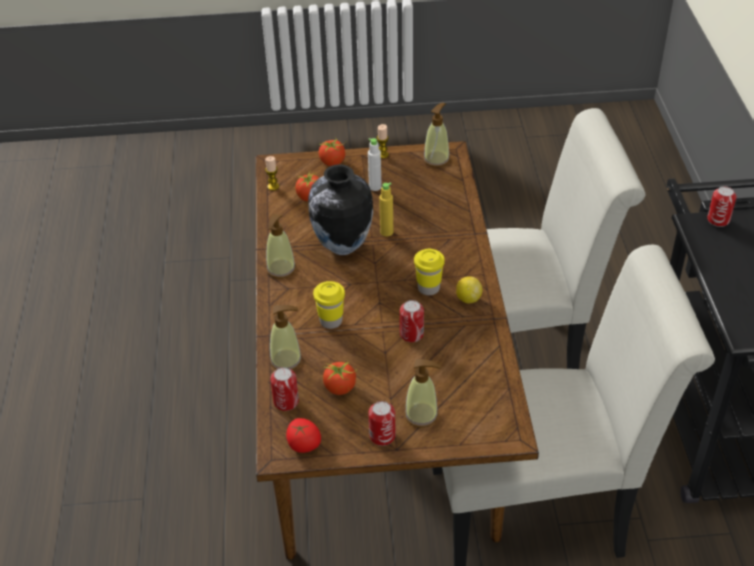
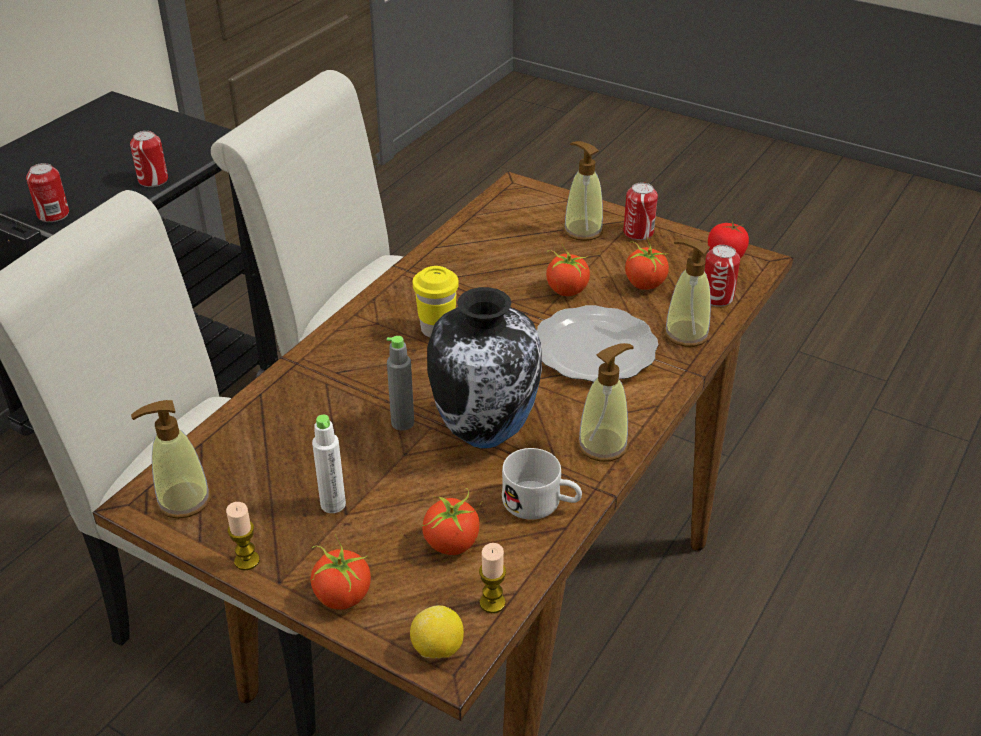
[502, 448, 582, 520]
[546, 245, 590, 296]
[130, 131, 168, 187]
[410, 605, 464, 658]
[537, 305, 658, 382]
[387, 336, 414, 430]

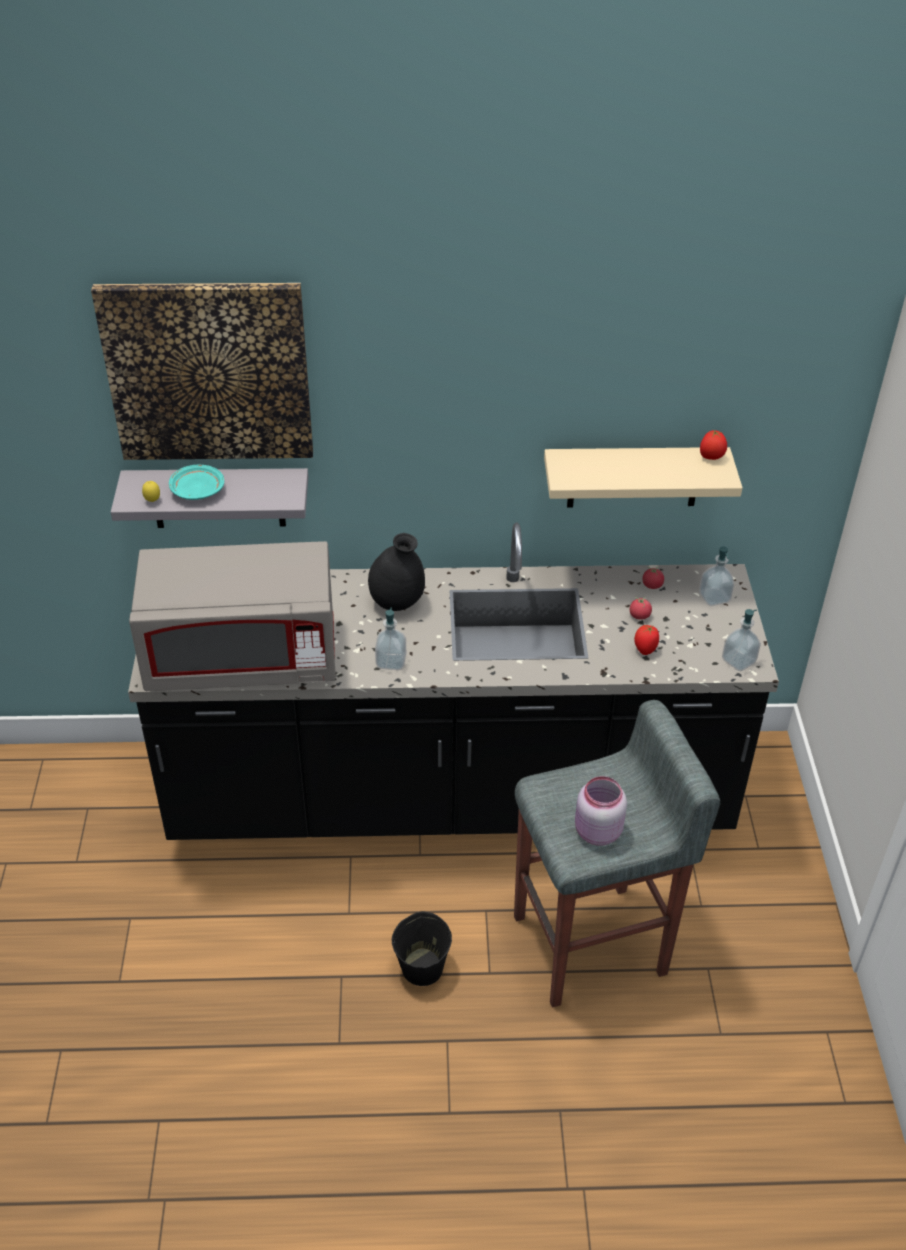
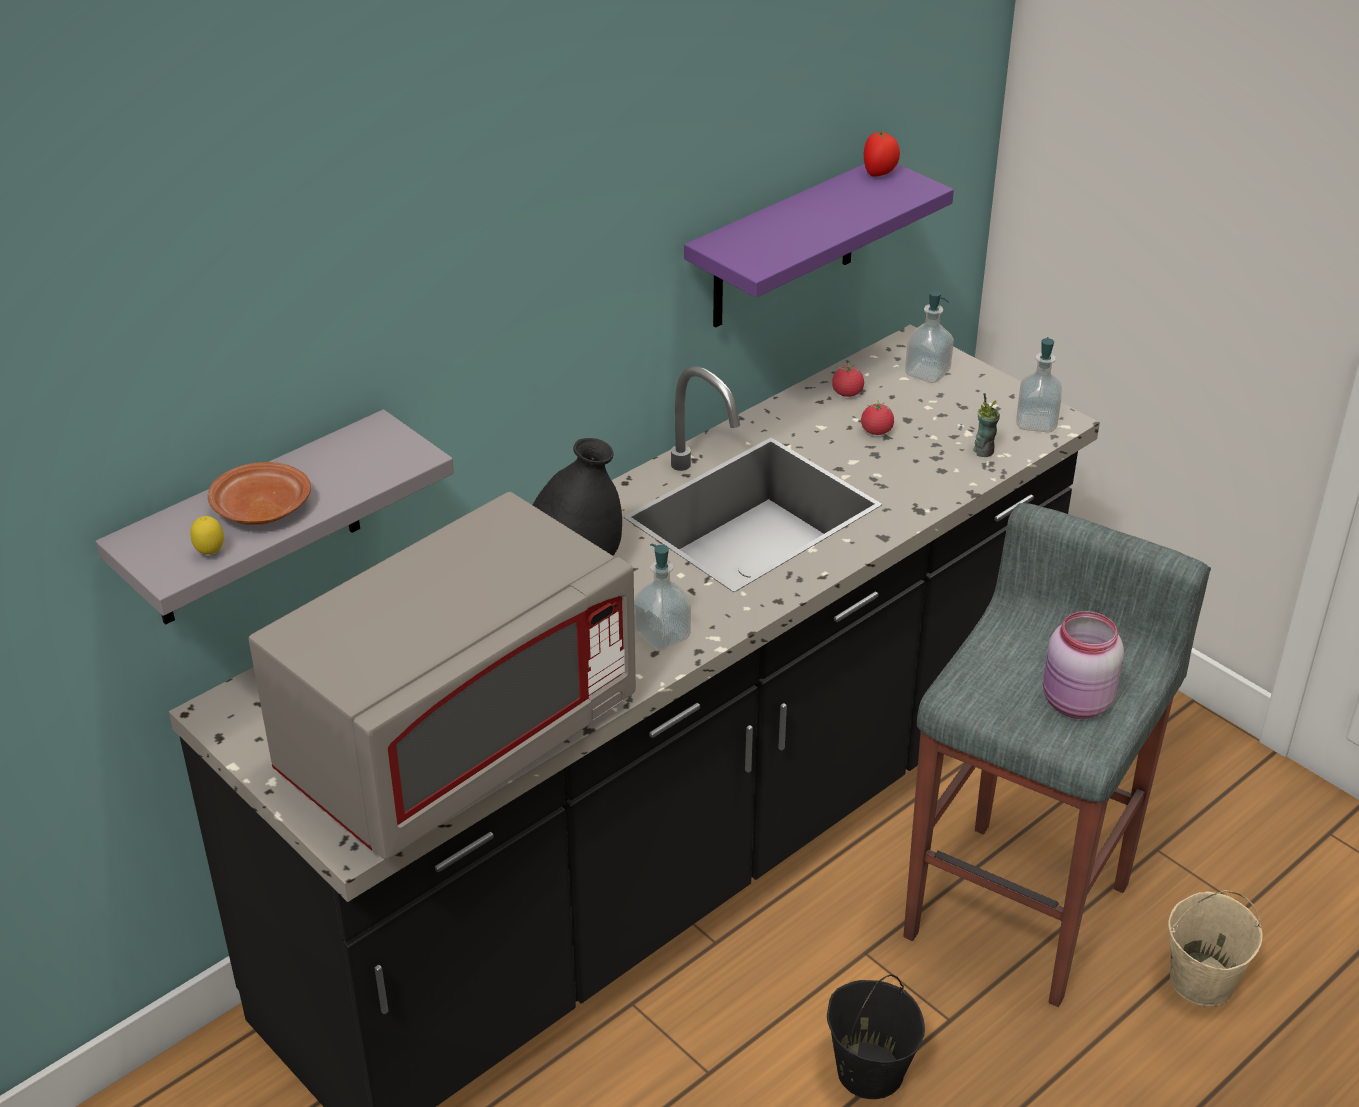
[91, 283, 313, 460] (first image)
[634, 625, 659, 655] (first image)
[973, 393, 1000, 457]
[1168, 890, 1263, 1006]
[208, 462, 311, 525]
[684, 164, 954, 328]

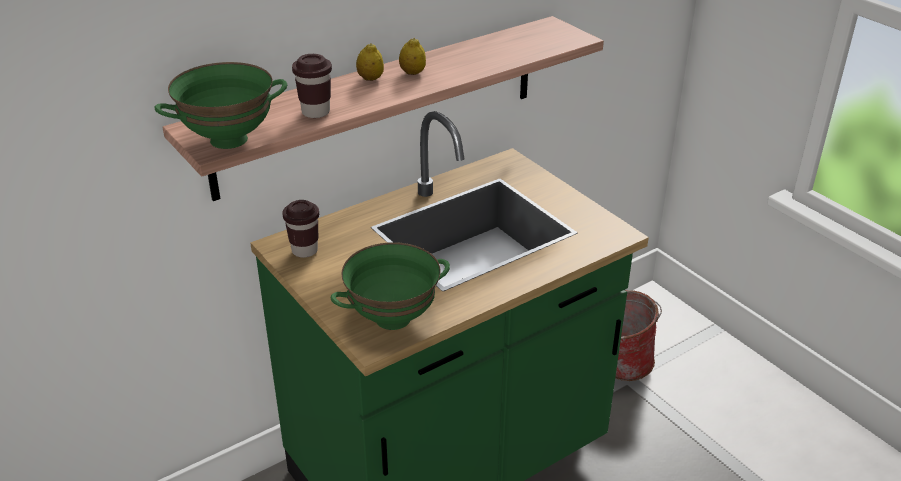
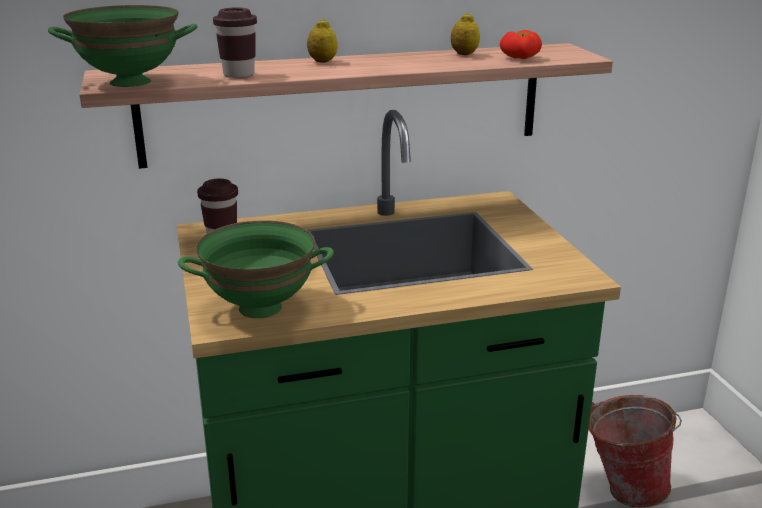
[500, 30, 542, 59]
[451, 13, 480, 55]

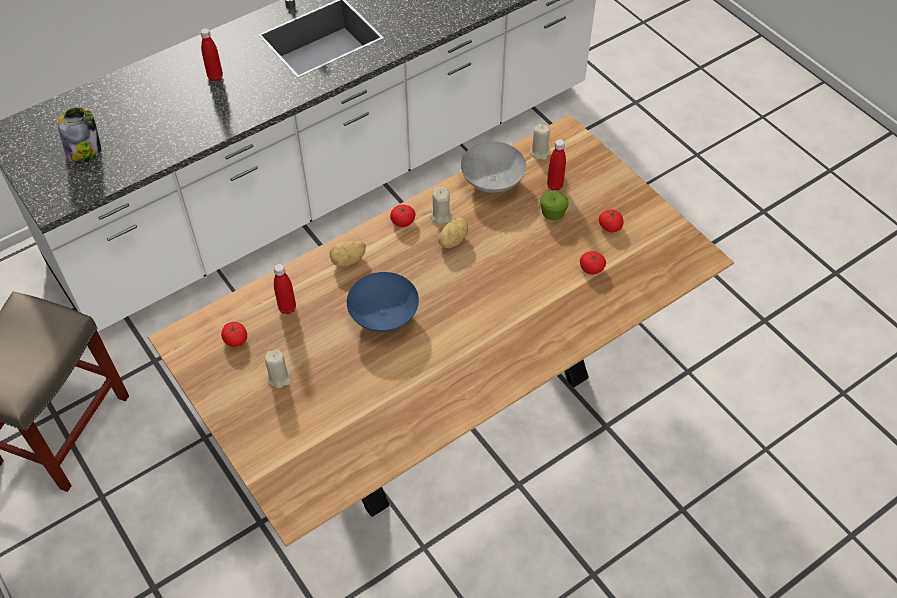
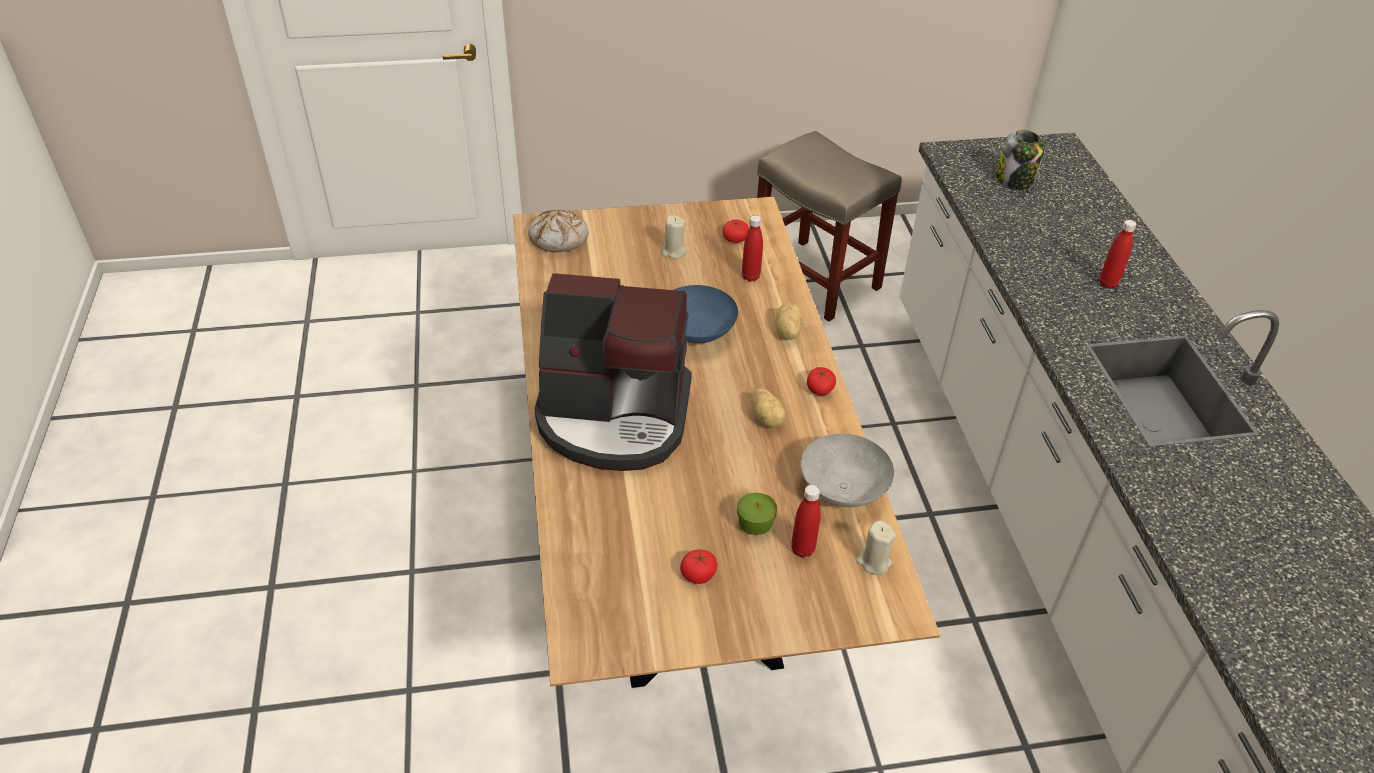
[430, 187, 451, 224] (first image)
[580, 251, 606, 275] (first image)
[528, 209, 588, 252]
[535, 273, 692, 471]

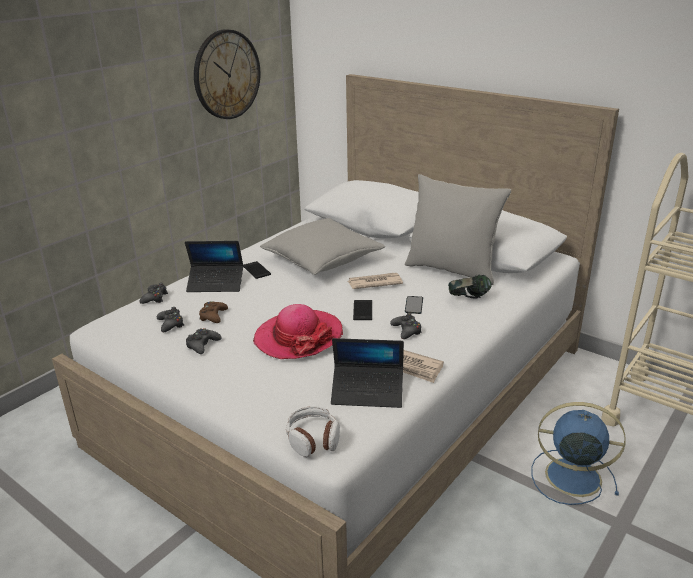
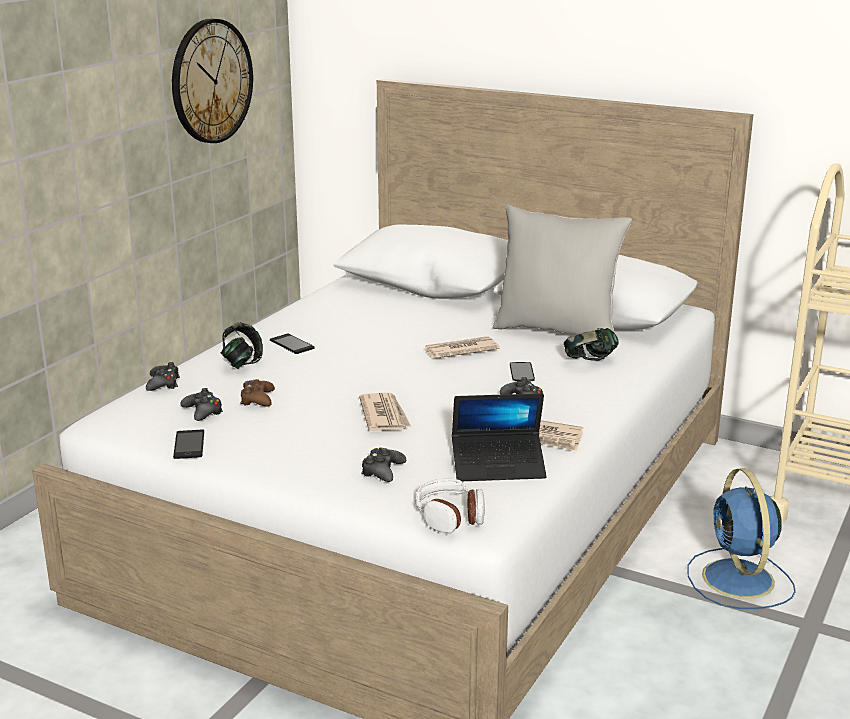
[260, 218, 385, 275] (first image)
[361, 448, 406, 482]
[173, 430, 204, 459]
[221, 322, 263, 369]
[359, 393, 411, 431]
[687, 468, 796, 609]

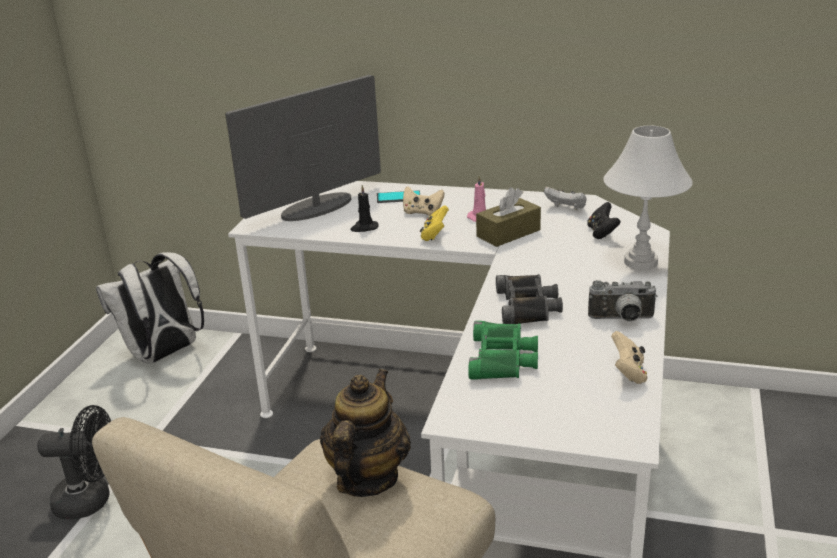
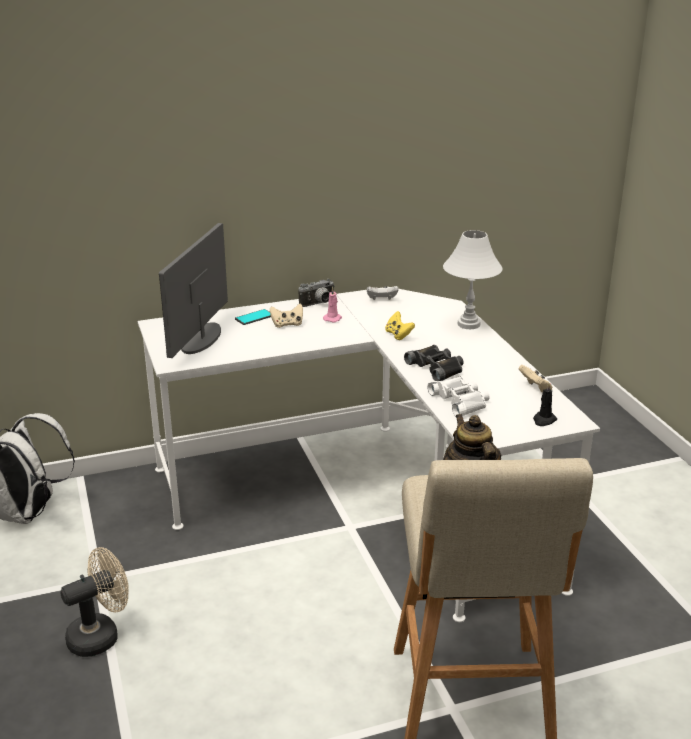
[476, 187, 541, 247] (first image)
[587, 202, 621, 239] (first image)
[533, 383, 557, 426]
[385, 311, 415, 340]
[298, 279, 335, 307]
[60, 547, 129, 657]
[427, 376, 489, 416]

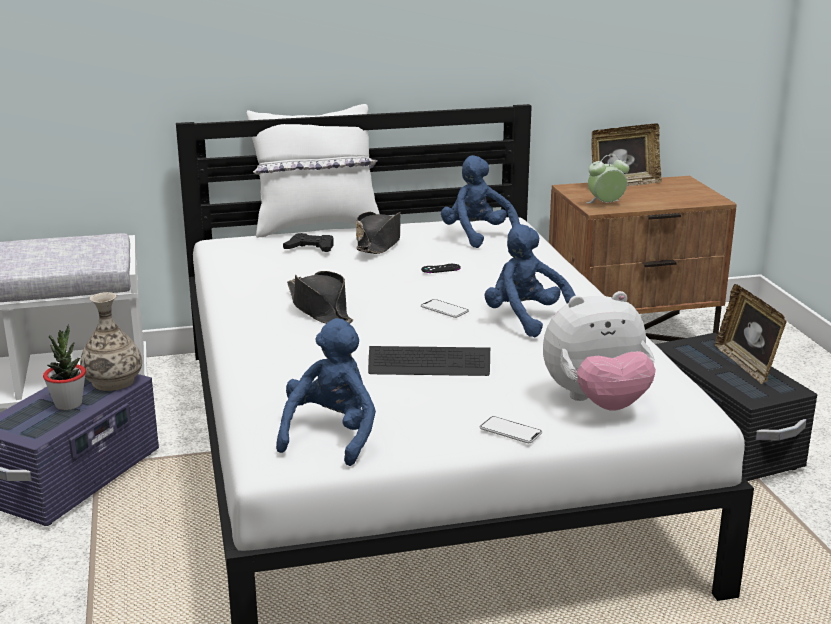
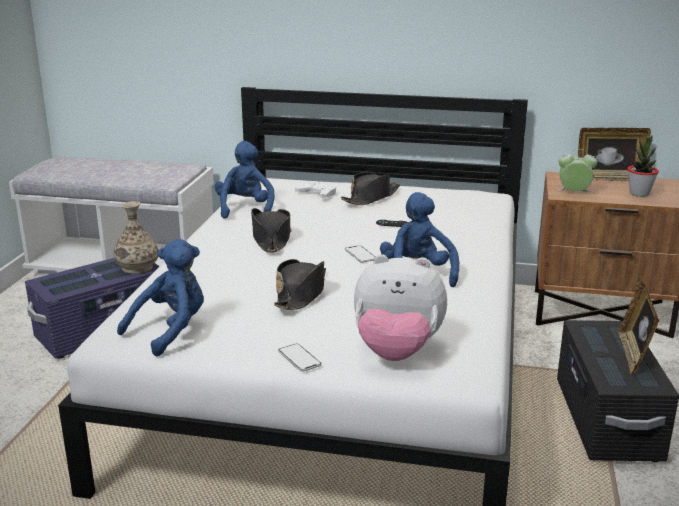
[247, 104, 380, 238] (first image)
[627, 136, 659, 197]
[215, 141, 274, 219]
[274, 259, 326, 310]
[295, 181, 336, 198]

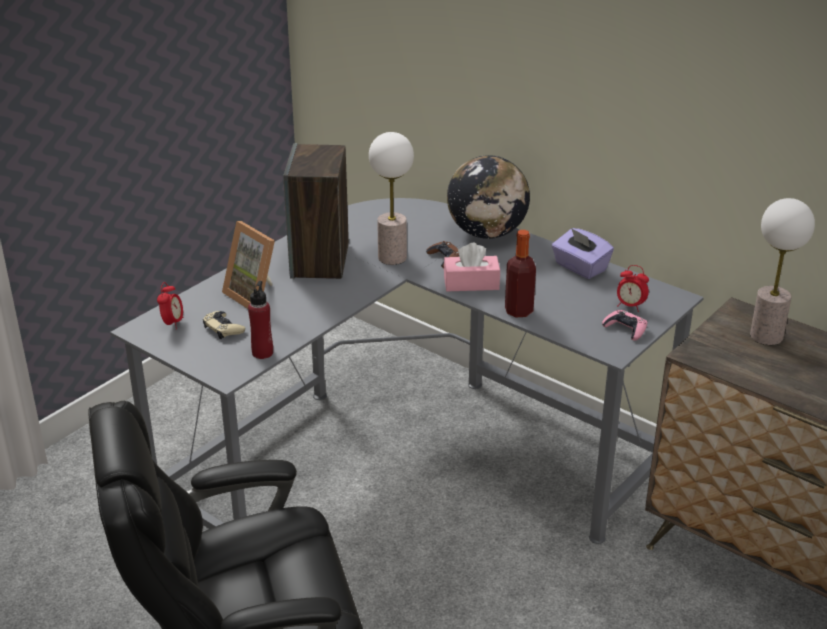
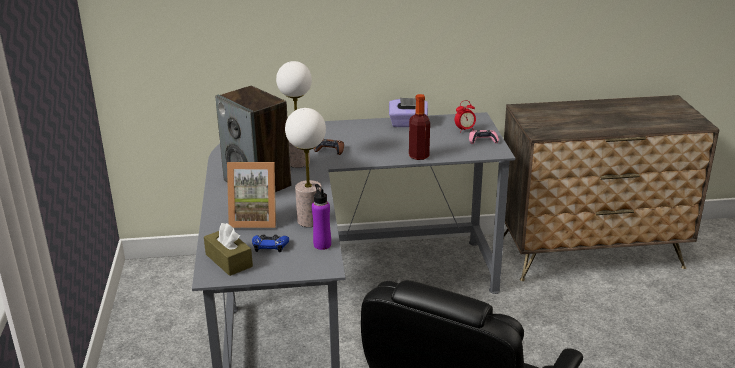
[444, 243, 500, 291] (first image)
[447, 155, 530, 239] (first image)
[285, 108, 326, 227]
[204, 223, 253, 276]
[252, 234, 289, 252]
[312, 184, 331, 250]

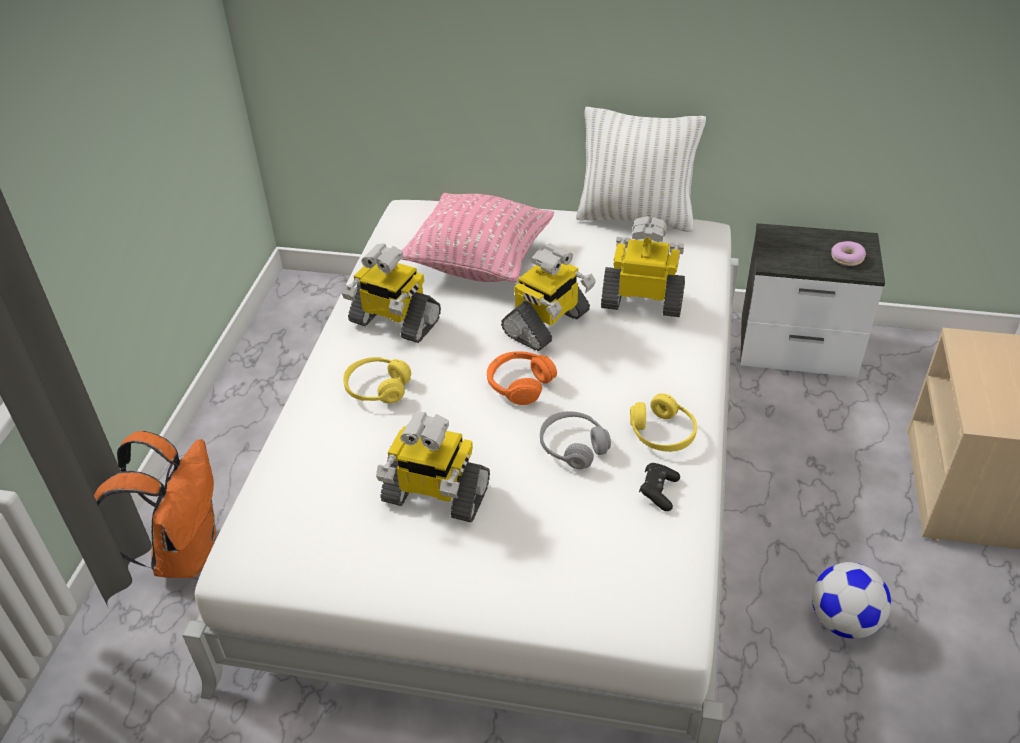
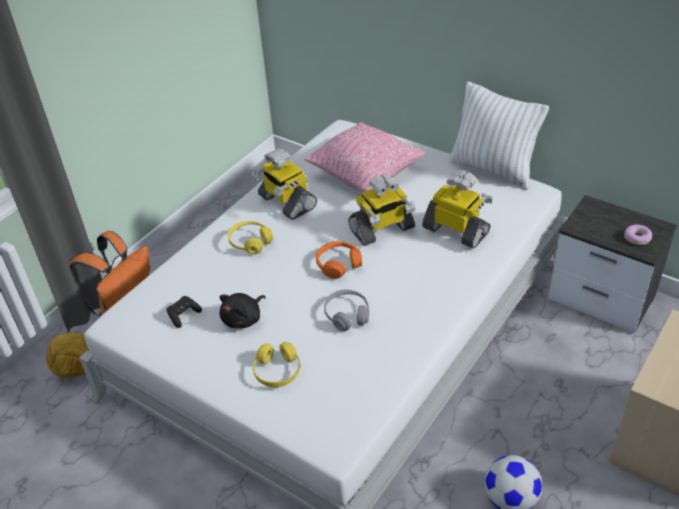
[46, 332, 90, 378]
[253, 342, 301, 387]
[167, 296, 202, 328]
[219, 293, 266, 328]

